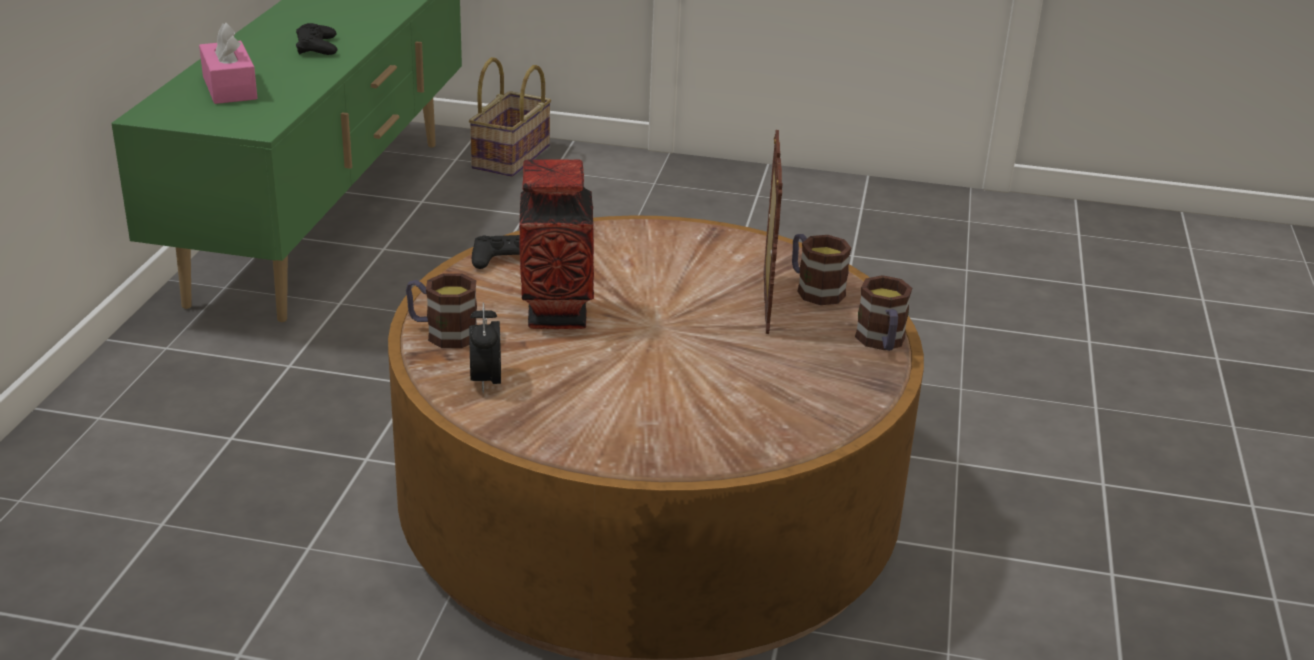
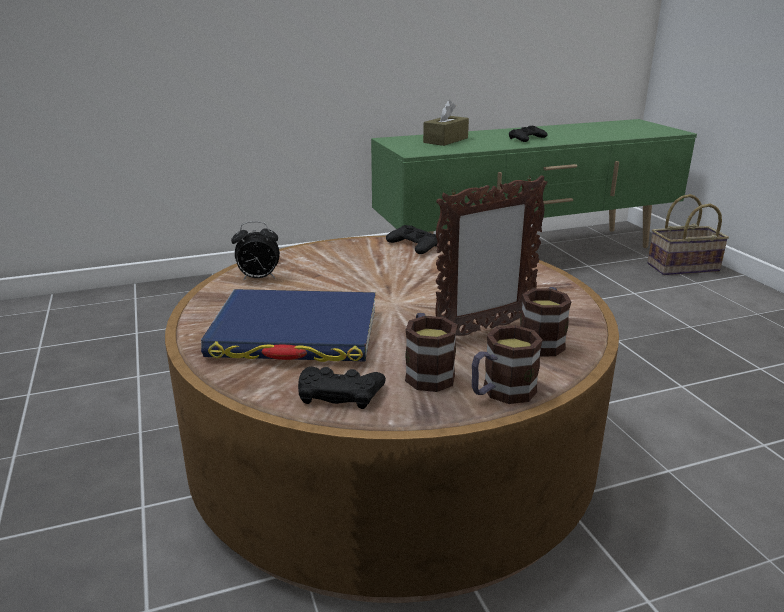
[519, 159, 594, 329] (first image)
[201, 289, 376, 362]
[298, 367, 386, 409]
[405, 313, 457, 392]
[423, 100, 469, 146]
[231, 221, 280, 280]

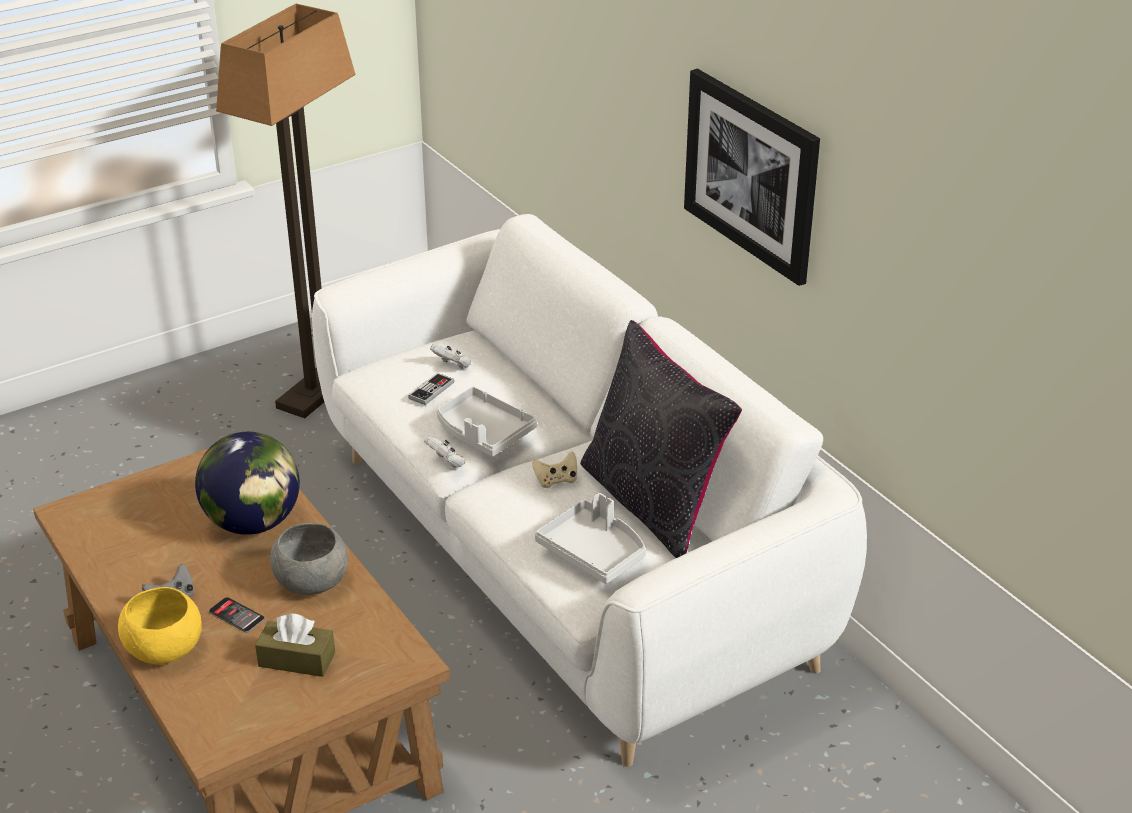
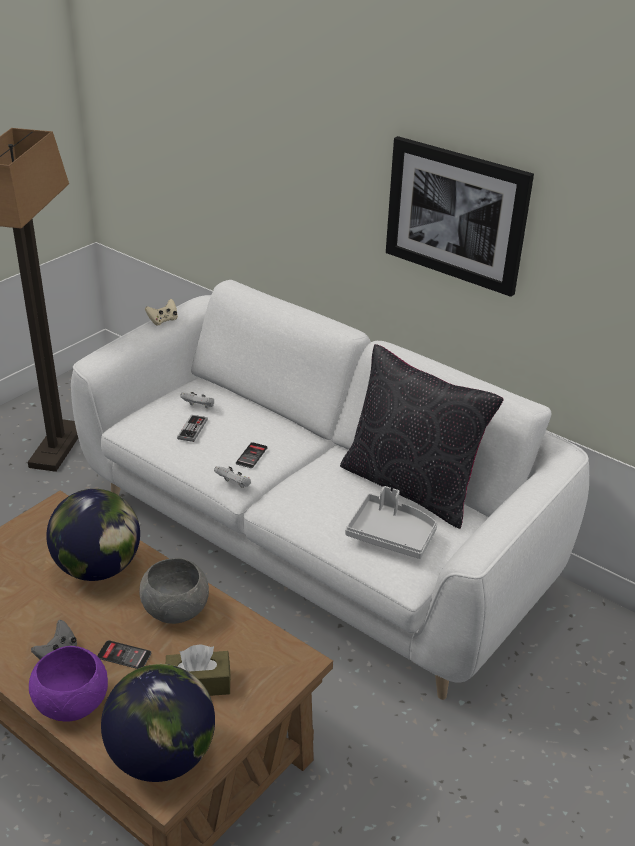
[101, 664, 215, 782]
[145, 299, 178, 325]
[236, 442, 268, 468]
[29, 646, 108, 722]

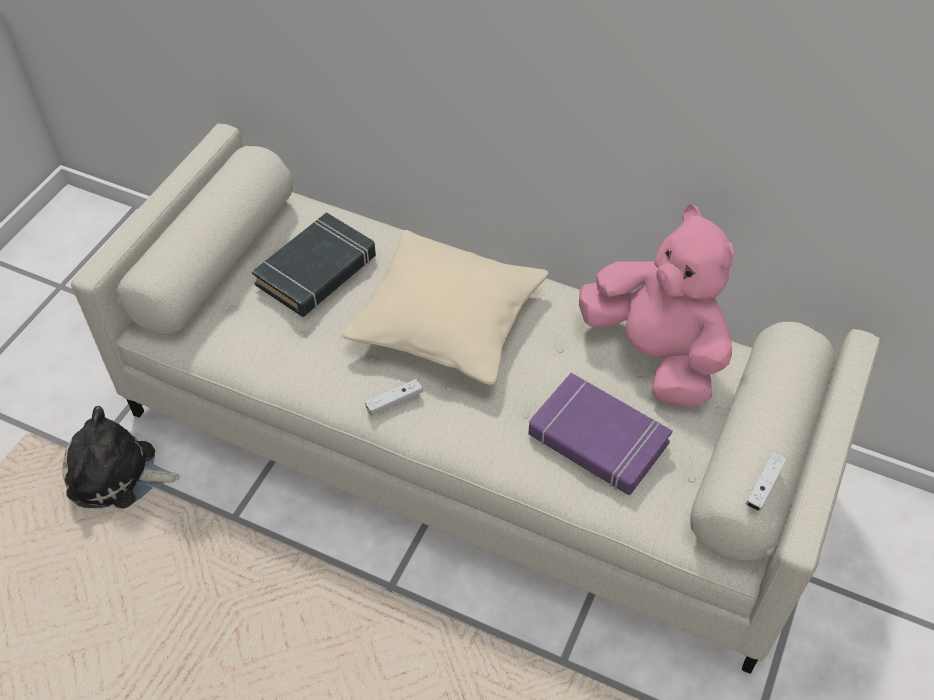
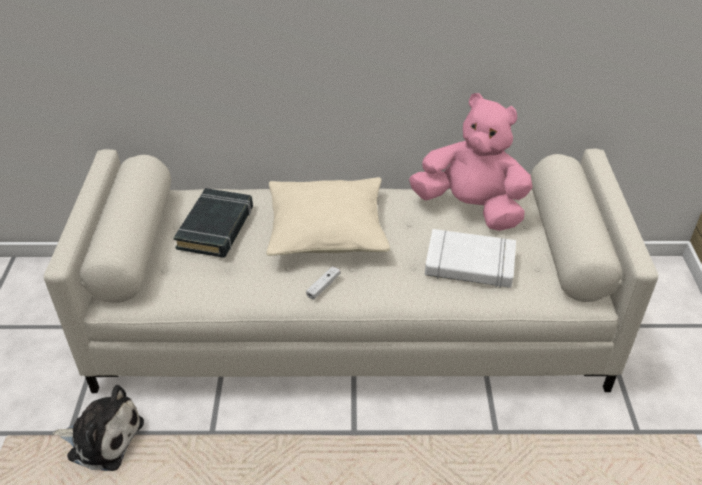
[745, 452, 787, 511] (first image)
[425, 229, 516, 288]
[52, 385, 144, 471]

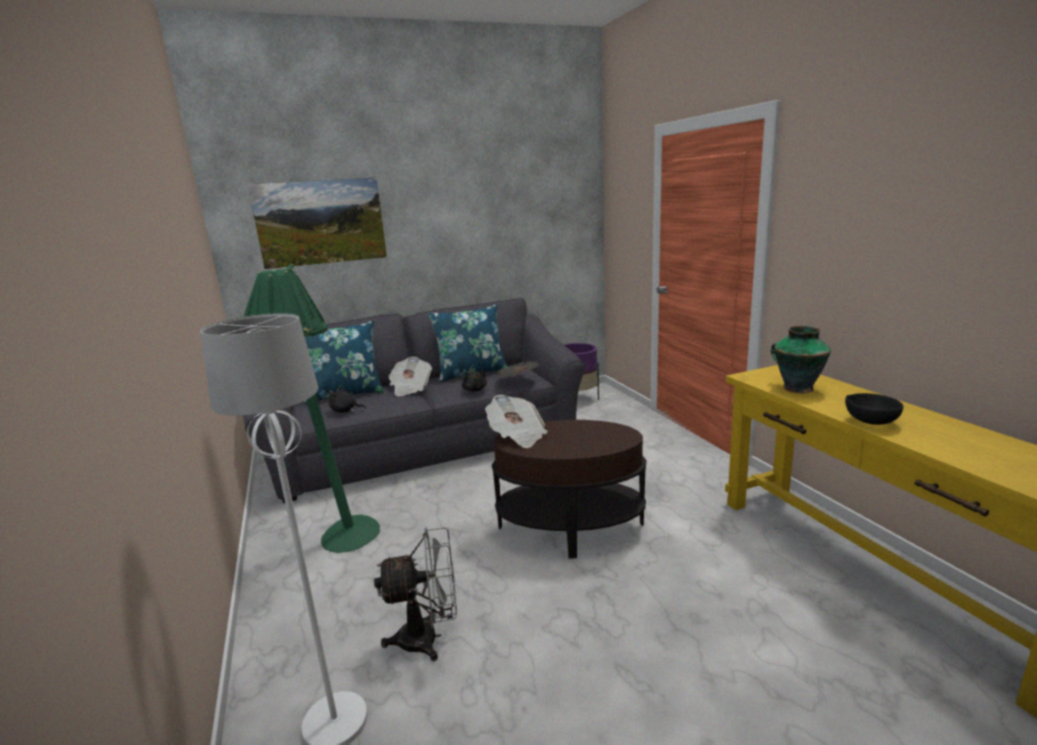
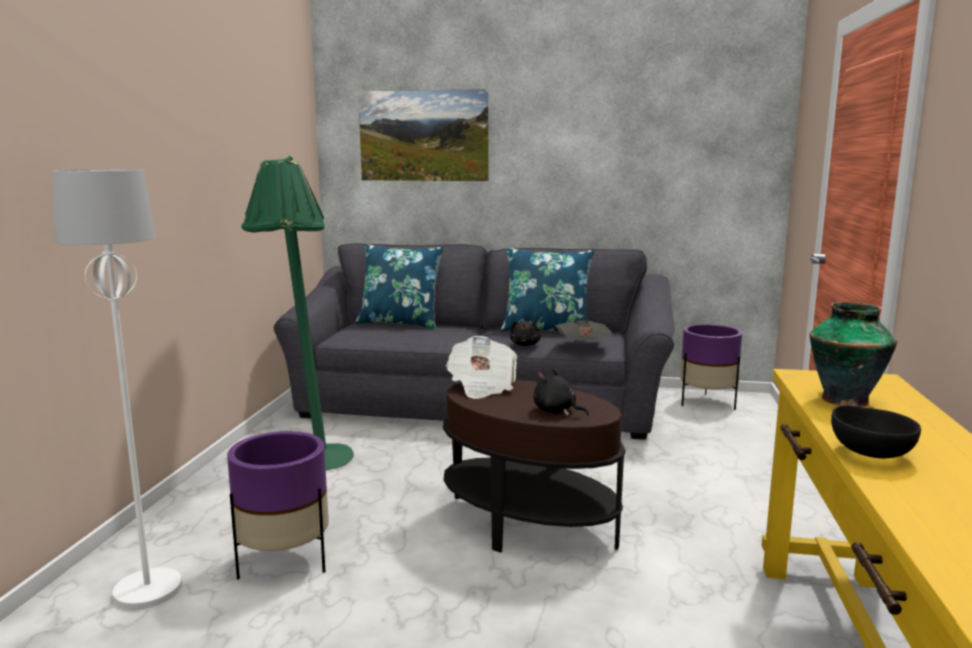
[388, 357, 432, 396] (first image)
[533, 369, 589, 416]
[227, 431, 329, 580]

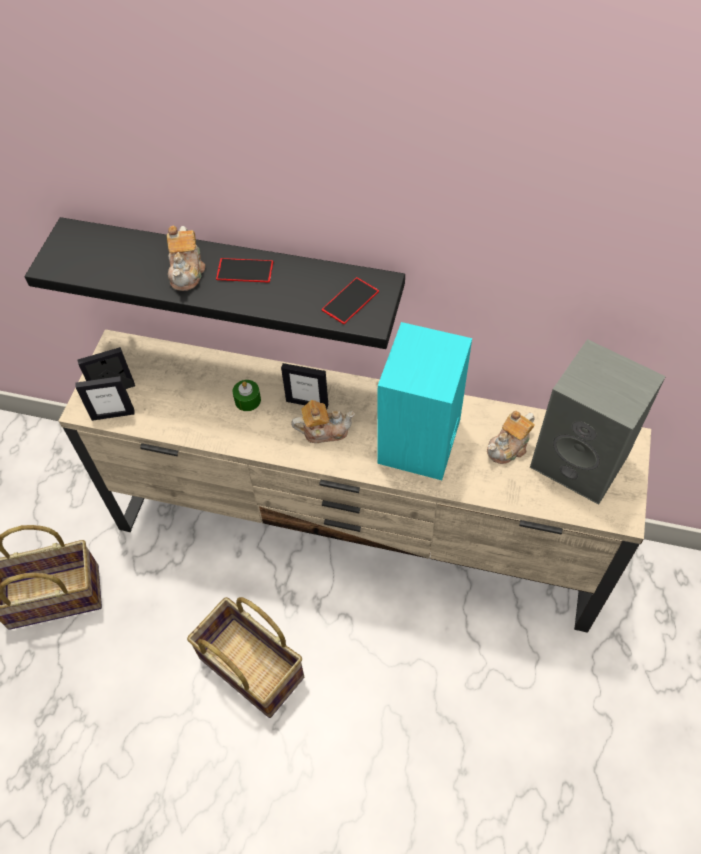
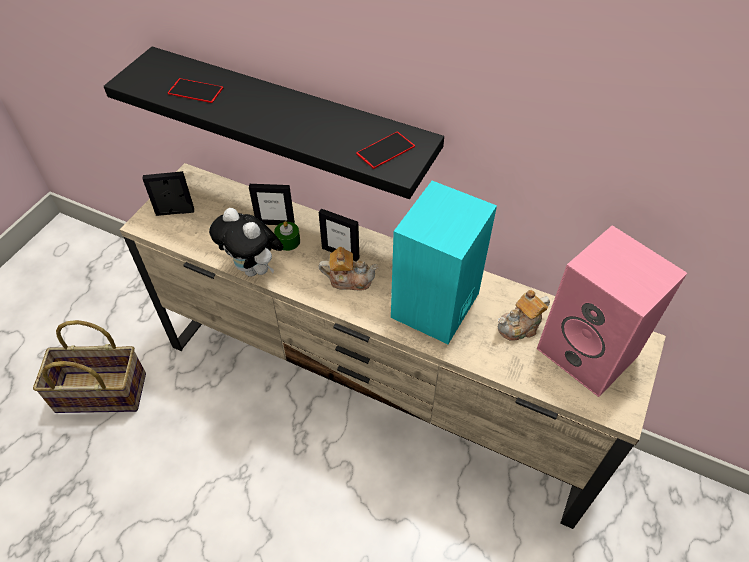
[167, 225, 205, 291] (first image)
[187, 597, 304, 718] (first image)
[209, 208, 283, 277]
[249, 184, 295, 225]
[168, 78, 223, 103]
[537, 225, 687, 397]

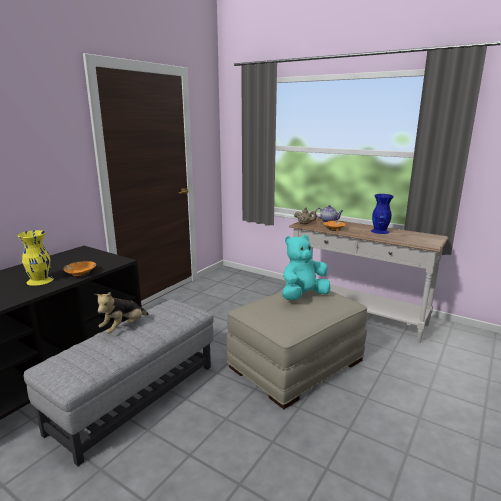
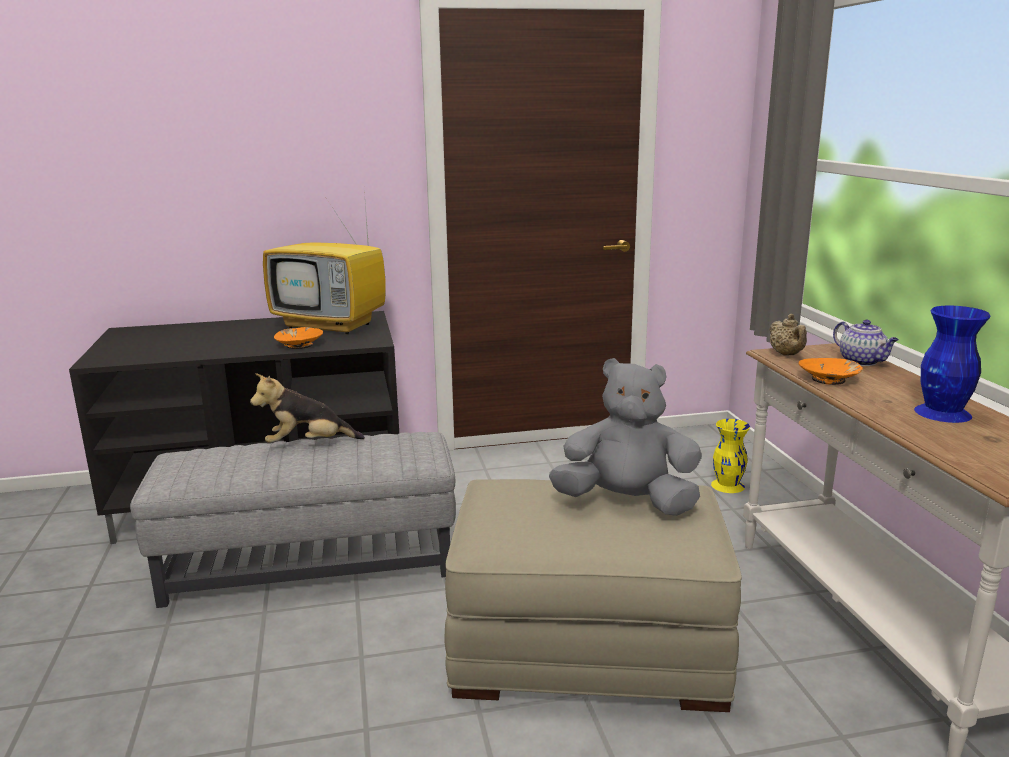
[263, 191, 386, 335]
[711, 419, 750, 493]
[549, 358, 702, 516]

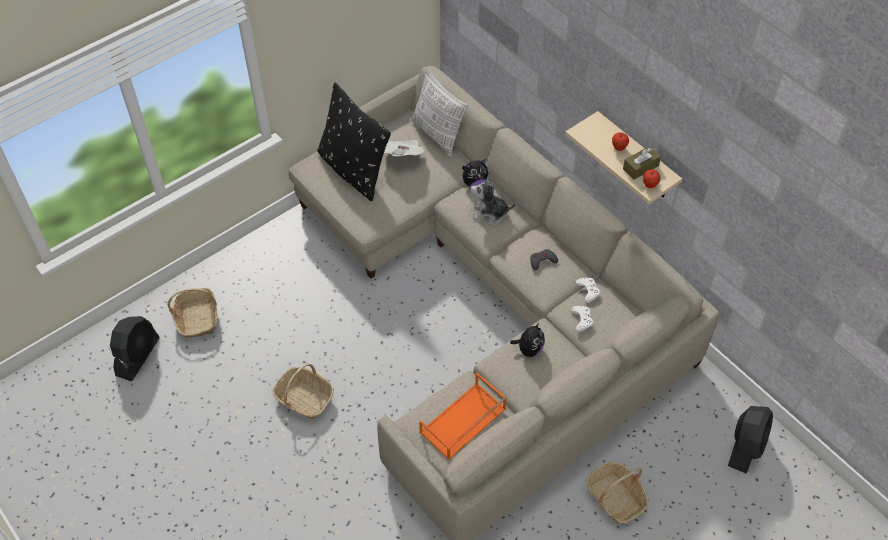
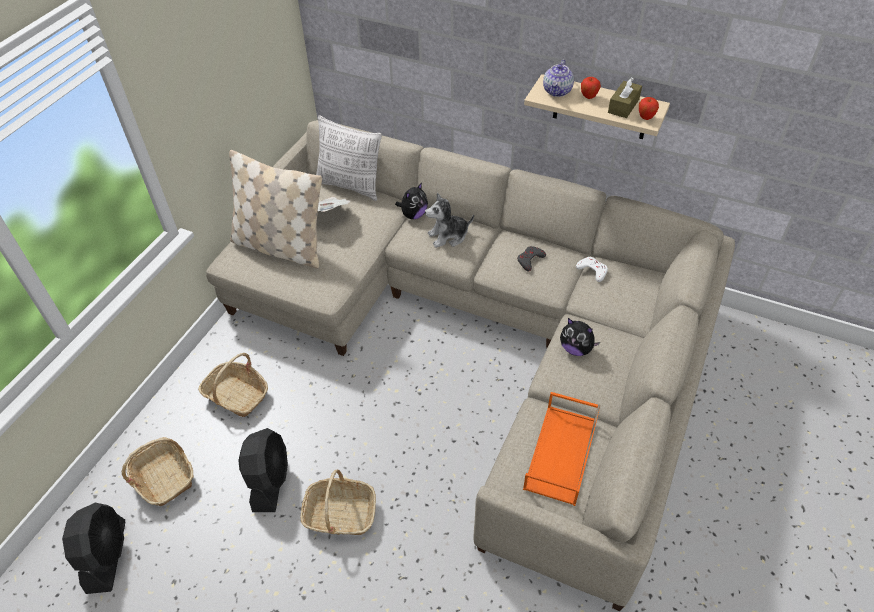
[571, 306, 593, 332] (first image)
[543, 60, 574, 97]
[198, 353, 268, 417]
[238, 428, 288, 512]
[229, 150, 322, 269]
[560, 318, 600, 356]

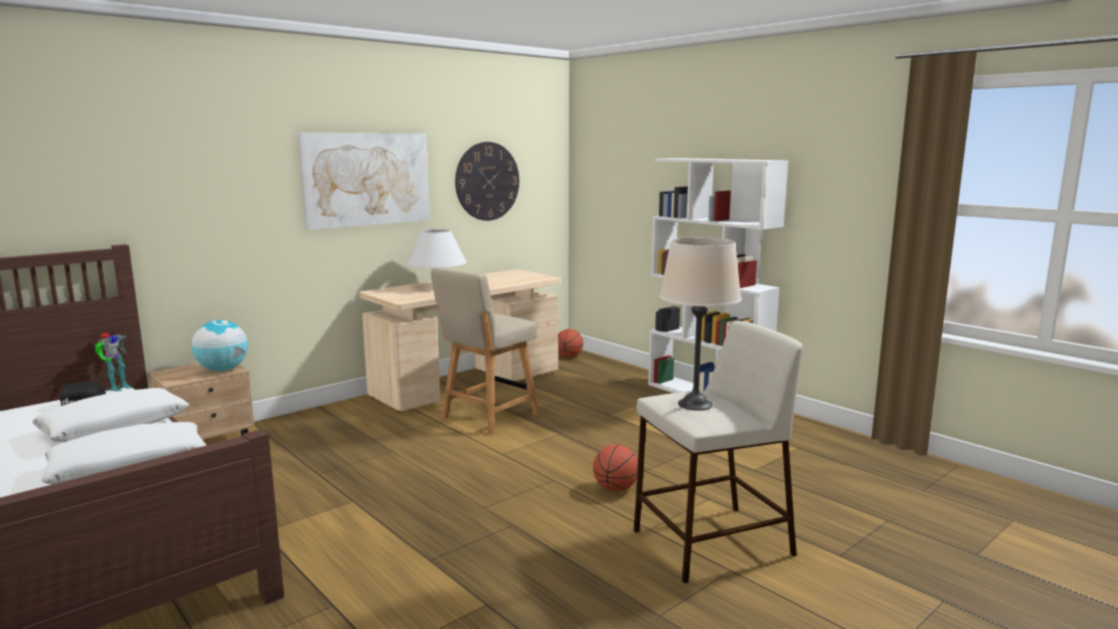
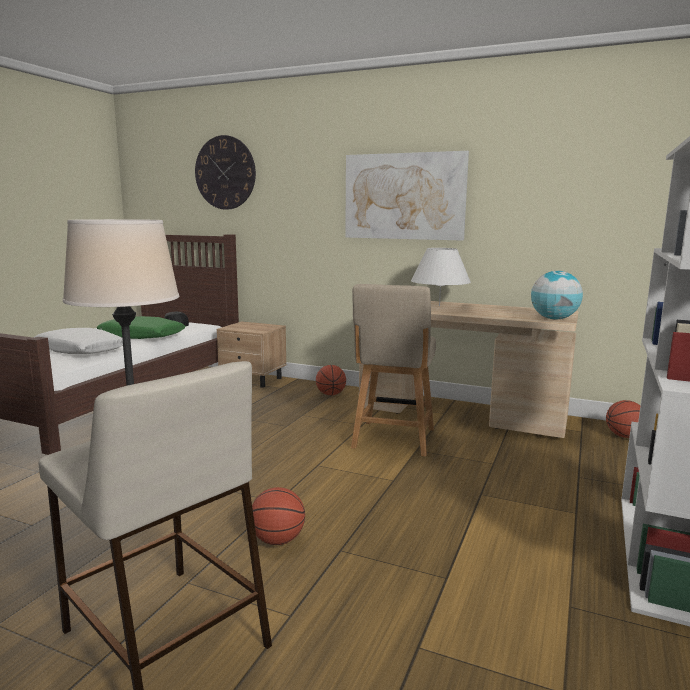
[94, 333, 133, 391] (first image)
[316, 365, 346, 395]
[531, 271, 583, 320]
[195, 135, 256, 210]
[97, 316, 186, 339]
[351, 284, 436, 457]

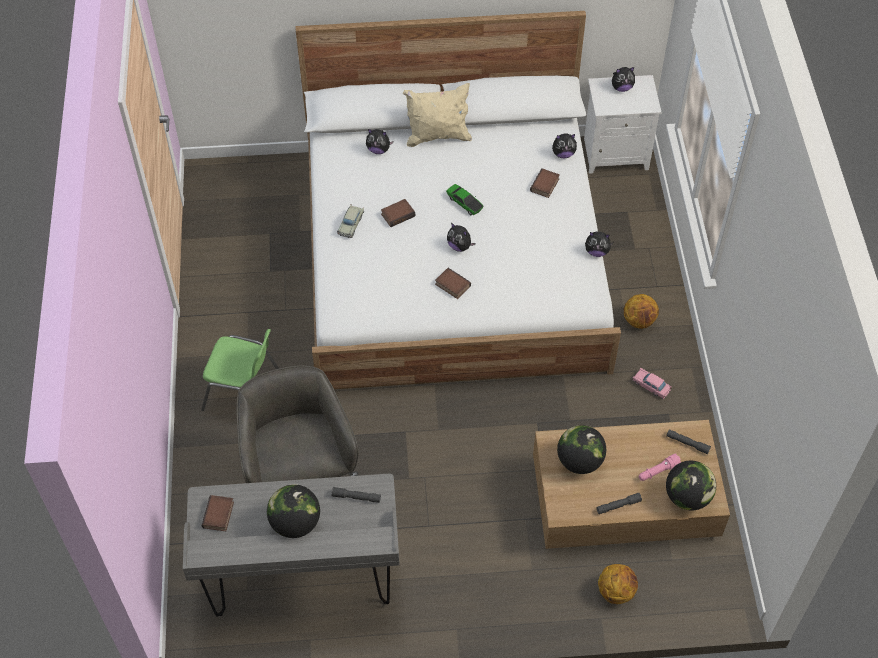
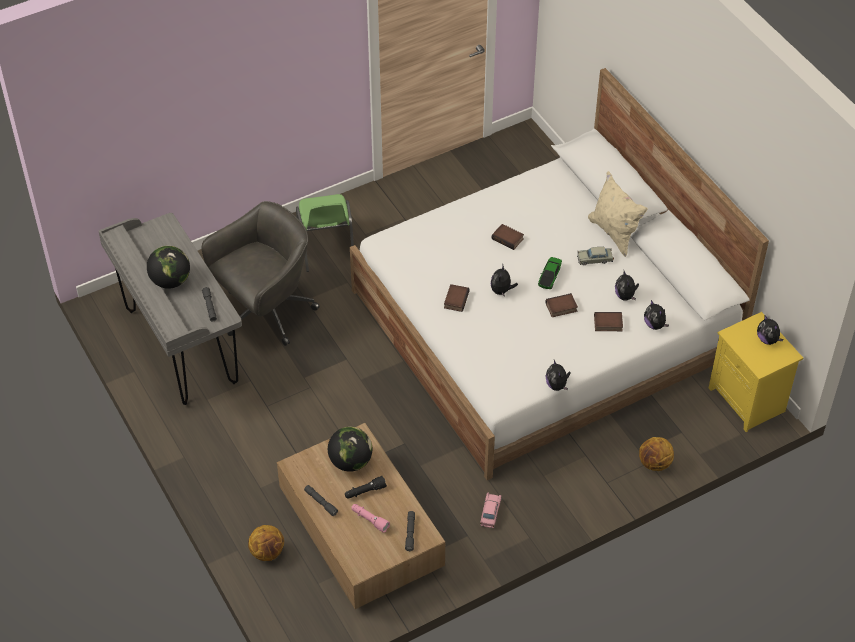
[666, 461, 716, 511] (first image)
[345, 476, 387, 498]
[545, 293, 578, 317]
[577, 247, 614, 265]
[615, 271, 639, 301]
[639, 437, 674, 471]
[709, 312, 803, 432]

